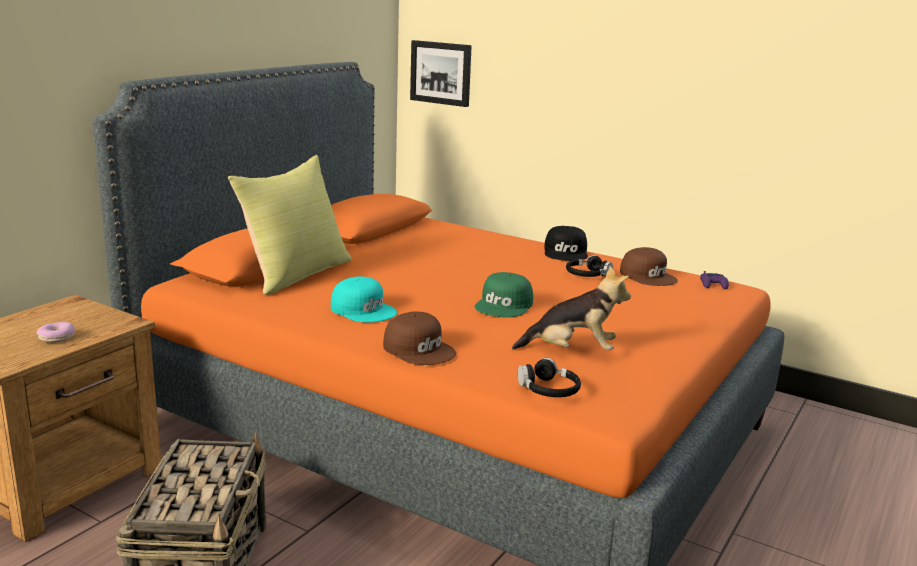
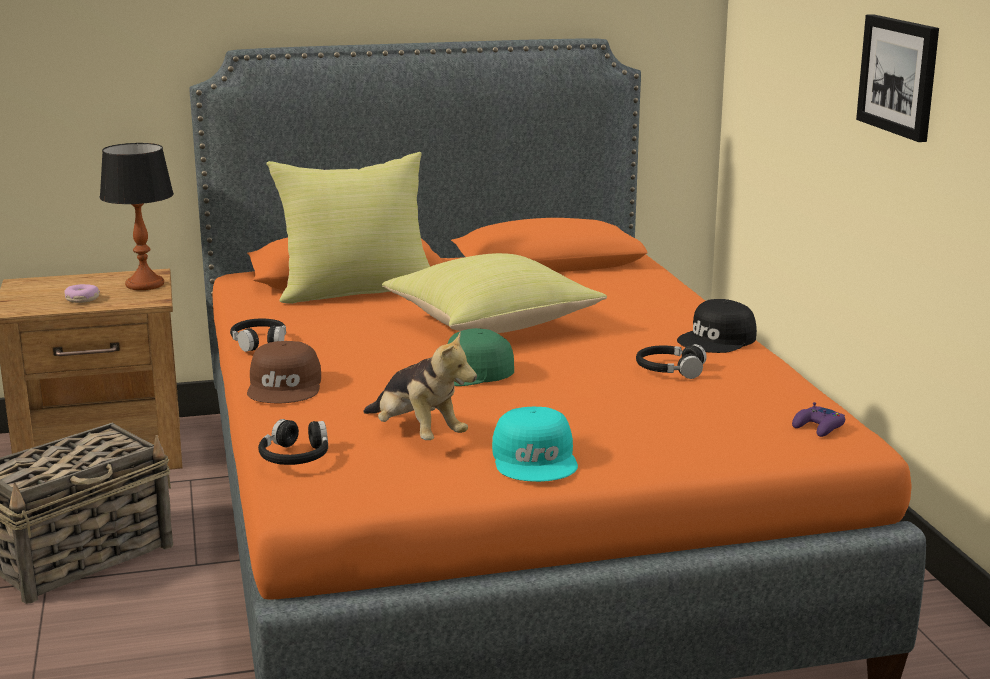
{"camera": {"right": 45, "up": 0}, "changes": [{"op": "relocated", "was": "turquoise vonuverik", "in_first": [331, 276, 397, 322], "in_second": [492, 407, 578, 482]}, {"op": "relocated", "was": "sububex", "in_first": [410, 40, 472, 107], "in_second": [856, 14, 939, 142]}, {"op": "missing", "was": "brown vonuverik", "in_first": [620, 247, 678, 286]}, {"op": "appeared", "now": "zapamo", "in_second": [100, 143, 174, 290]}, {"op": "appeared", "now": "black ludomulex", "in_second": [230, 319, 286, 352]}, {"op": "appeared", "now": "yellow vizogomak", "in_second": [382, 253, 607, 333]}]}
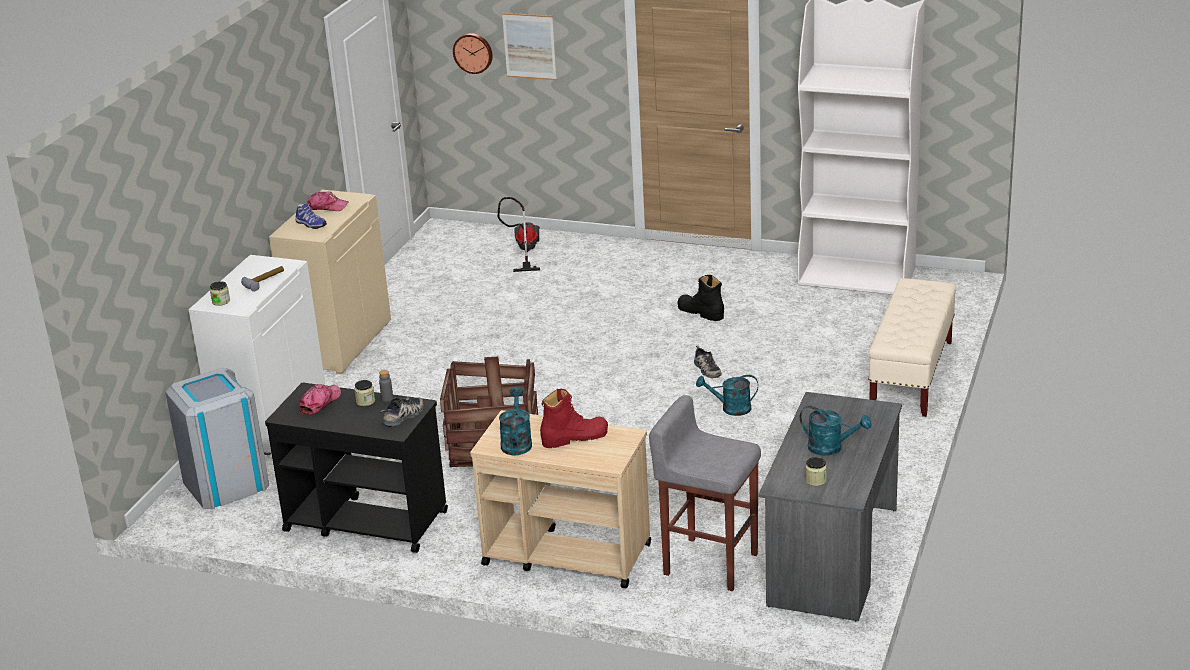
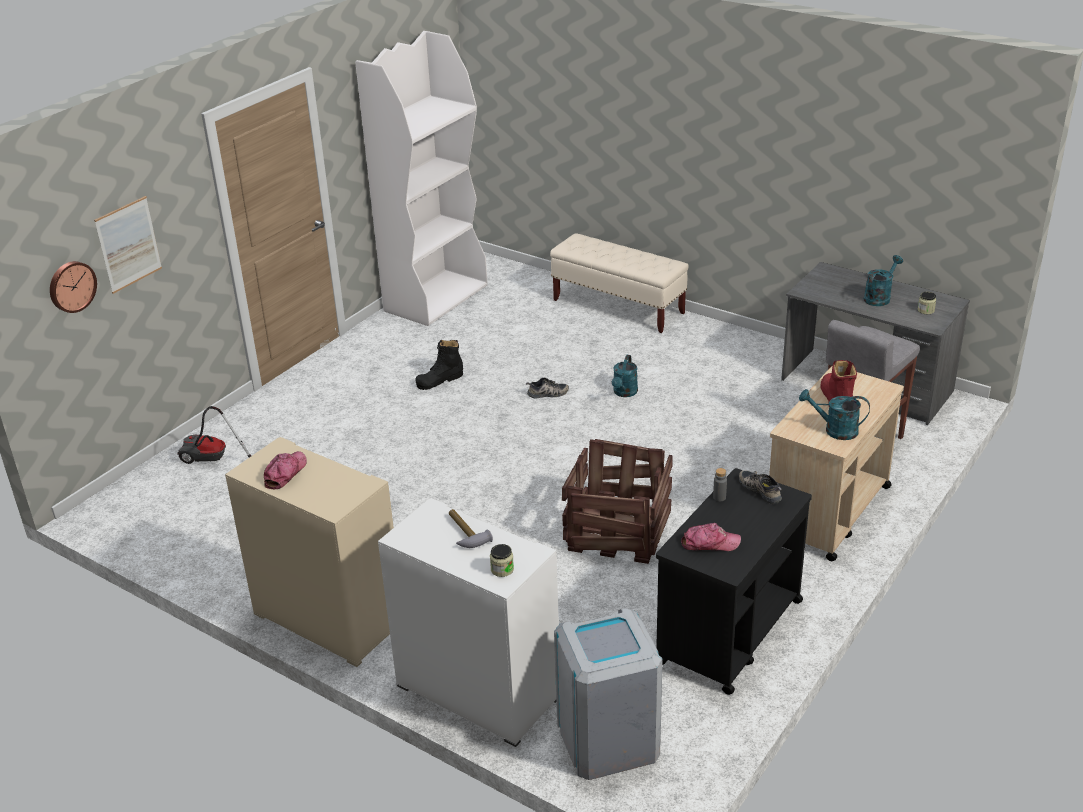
{"camera": {"right": -75, "up": 5}, "changes": [{"op": "missing", "was": "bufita", "in_first": [295, 203, 327, 229]}, {"op": "spun", "was": "vonuverik", "in_first": [299, 384, 341, 415], "in_second": [681, 523, 741, 551], "clockwise": 135}, {"op": "missing", "was": "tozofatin", "in_first": [354, 380, 375, 406]}]}
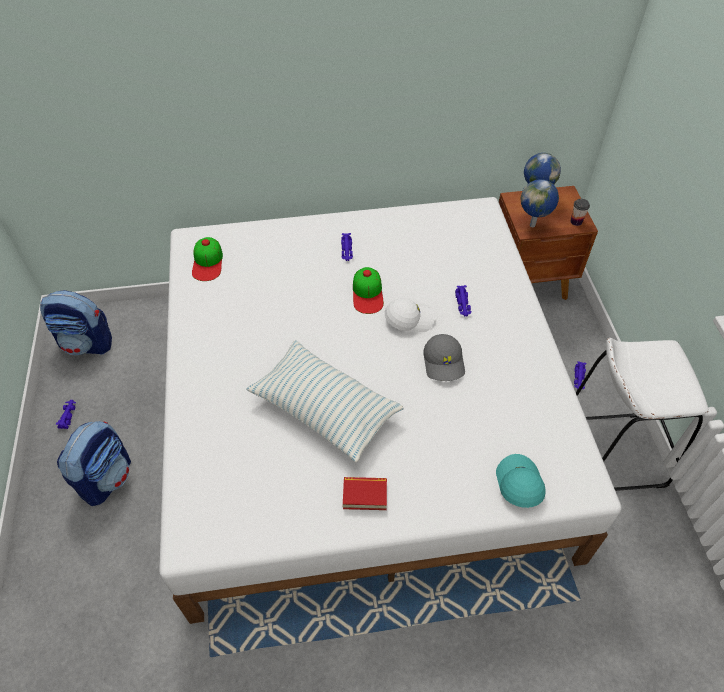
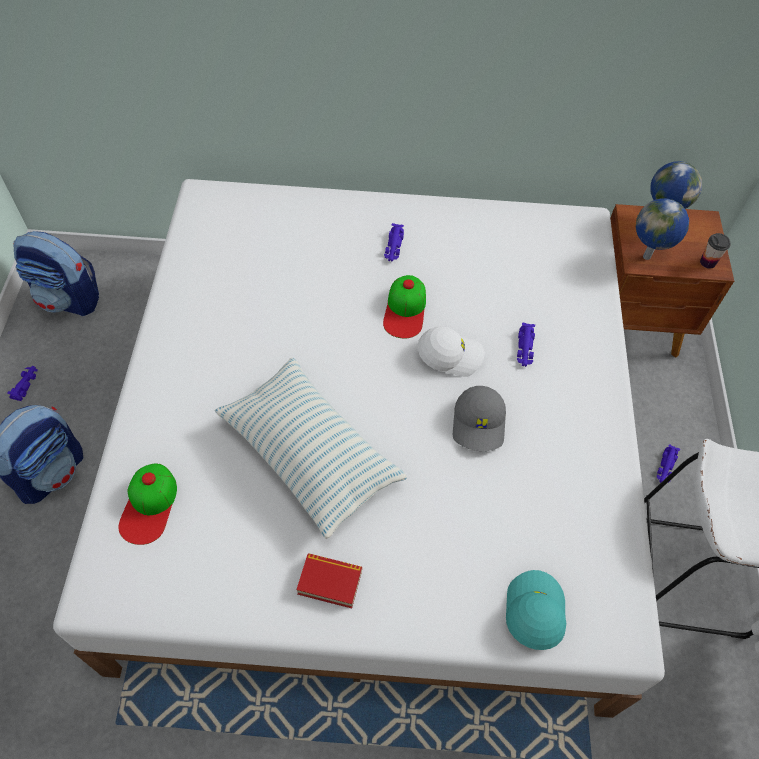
{"camera": {"right": 10, "up": 5}, "changes": [{"op": "relocated", "was": "vonuverik", "in_first": [192, 237, 223, 281], "in_second": [118, 463, 177, 545]}]}
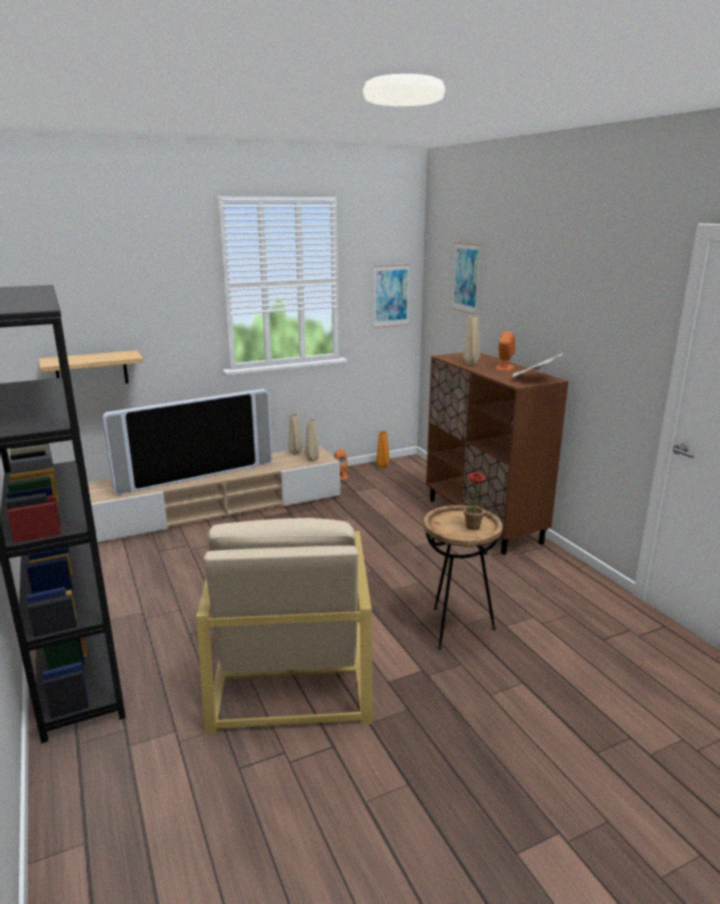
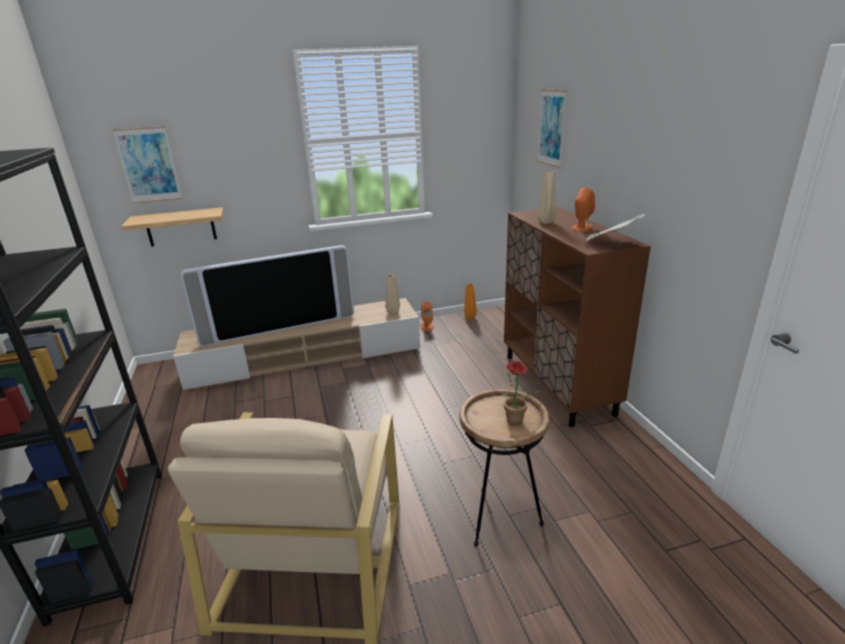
{"camera": {"right": 10, "up": 5}, "changes": [{"op": "missing", "was": "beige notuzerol", "in_first": [288, 414, 303, 455]}, {"op": "relocated", "was": "sububex", "in_first": [374, 264, 410, 328], "in_second": [112, 126, 182, 204]}]}
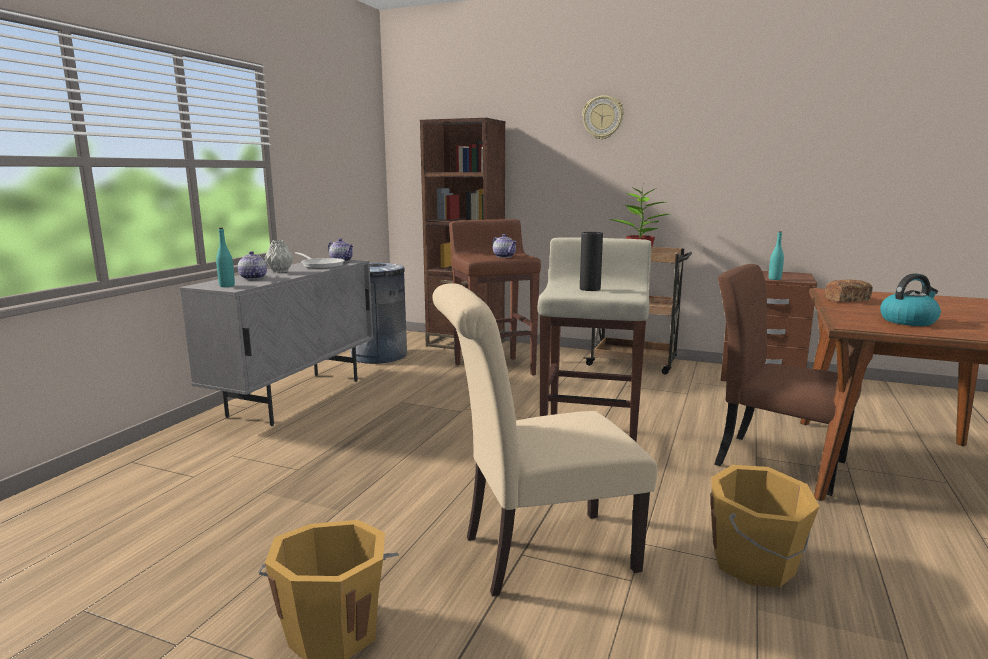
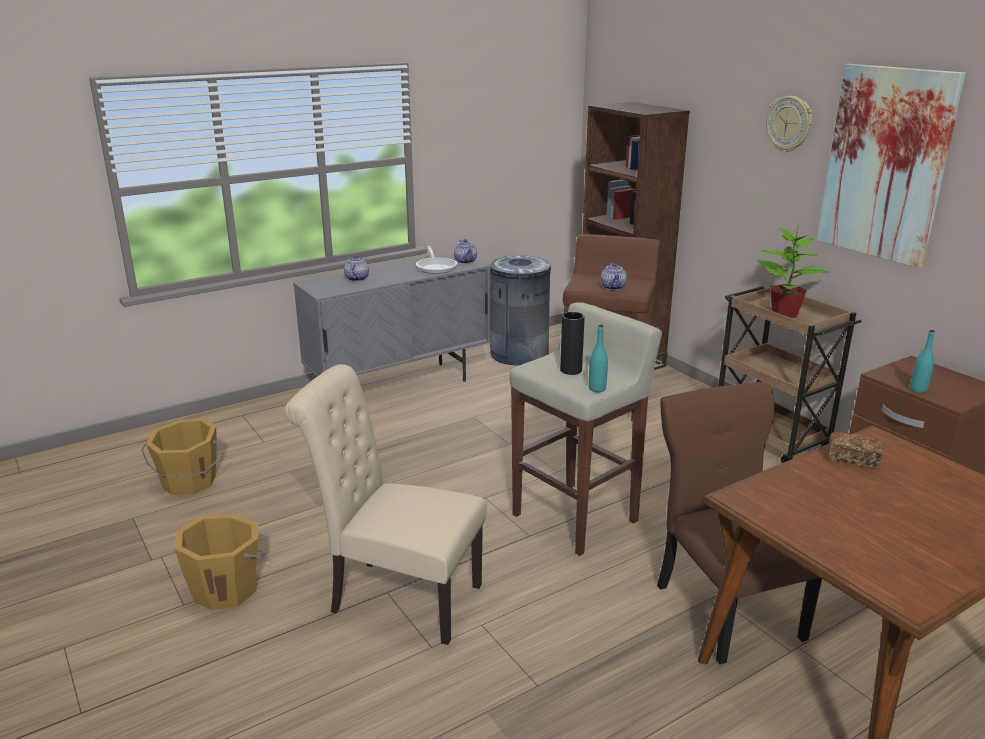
{"camera": {"right": 35, "up": 10}, "changes": [{"op": "relocated", "was": "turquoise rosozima", "in_first": [216, 228, 235, 287], "in_second": [589, 324, 608, 392]}, {"op": "missing", "was": "grey notuzerol", "in_first": [264, 240, 294, 273]}, {"op": "relocated", "was": "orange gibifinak", "in_first": [710, 465, 820, 588], "in_second": [142, 418, 223, 495]}, {"op": "missing", "was": "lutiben", "in_first": [880, 273, 941, 326]}, {"op": "appeared", "now": "sububex", "in_second": [817, 64, 966, 268]}]}
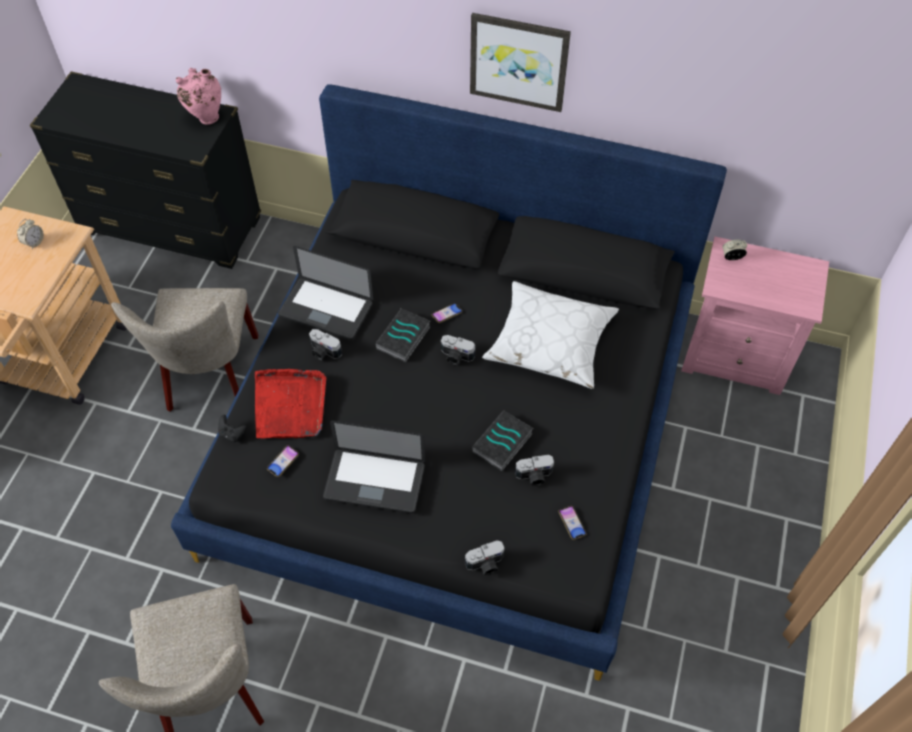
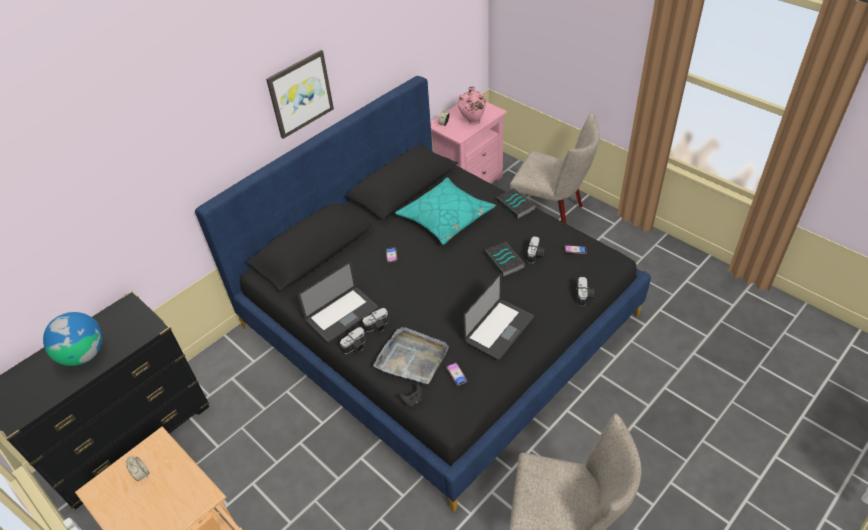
{"camera": {"right": -60, "up": -10}, "changes": [{"op": "relocated", "was": "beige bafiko", "in_first": [111, 288, 258, 412], "in_second": [510, 112, 600, 224]}, {"op": "relocated", "was": "pink notuzerol", "in_first": [176, 68, 221, 125], "in_second": [458, 86, 486, 125]}, {"op": "colour", "was": "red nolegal", "now": "grey nolegal", "in_first": [255, 369, 326, 439], "in_second": [373, 327, 449, 384]}, {"op": "relocated", "was": "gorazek", "in_first": [375, 308, 430, 362], "in_second": [497, 188, 536, 219]}, {"op": "relocated", "was": "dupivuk", "in_first": [441, 335, 475, 365], "in_second": [340, 327, 366, 354]}, {"op": "colour", "was": "white vizogomak", "now": "turquoise vizogomak", "in_first": [482, 281, 619, 389], "in_second": [395, 177, 496, 245]}, {"op": "appeared", "now": "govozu", "in_second": [43, 312, 102, 366]}]}
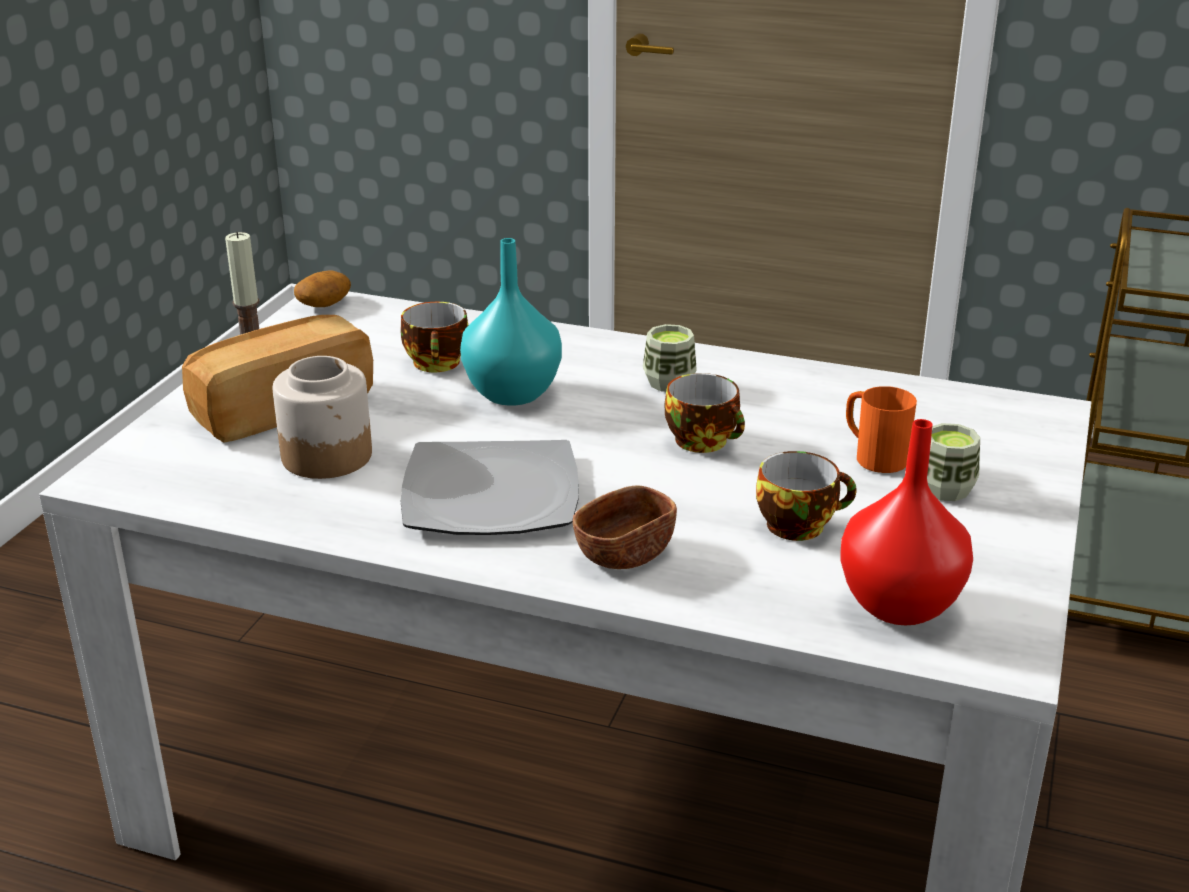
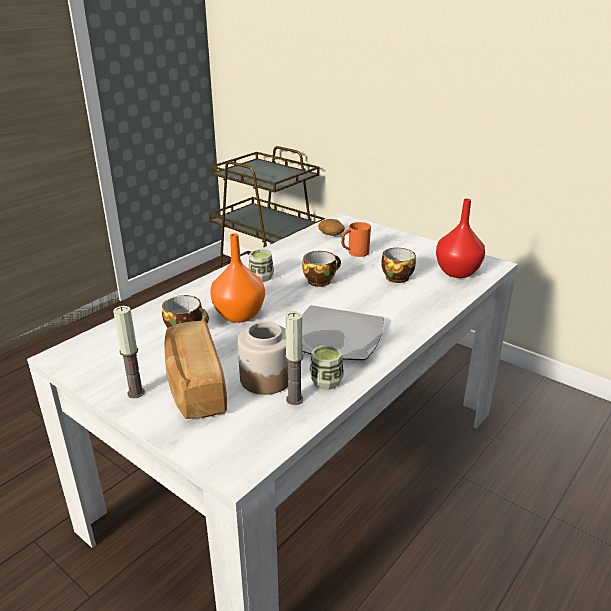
{"camera": {"right": -70, "up": 0}, "changes": [{"op": "relocated", "was": "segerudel", "in_first": [294, 270, 351, 307], "in_second": [318, 219, 345, 236]}, {"op": "colour", "was": "turquoise notuzerol", "now": "orange notuzerol", "in_first": [460, 238, 562, 406], "in_second": [210, 233, 265, 323]}, {"op": "missing", "was": "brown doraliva", "in_first": [573, 486, 677, 569]}, {"op": "relocated", "was": "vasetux", "in_first": [927, 423, 980, 501], "in_second": [309, 345, 344, 390]}, {"op": "appeared", "now": "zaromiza", "in_second": [285, 311, 303, 405]}]}
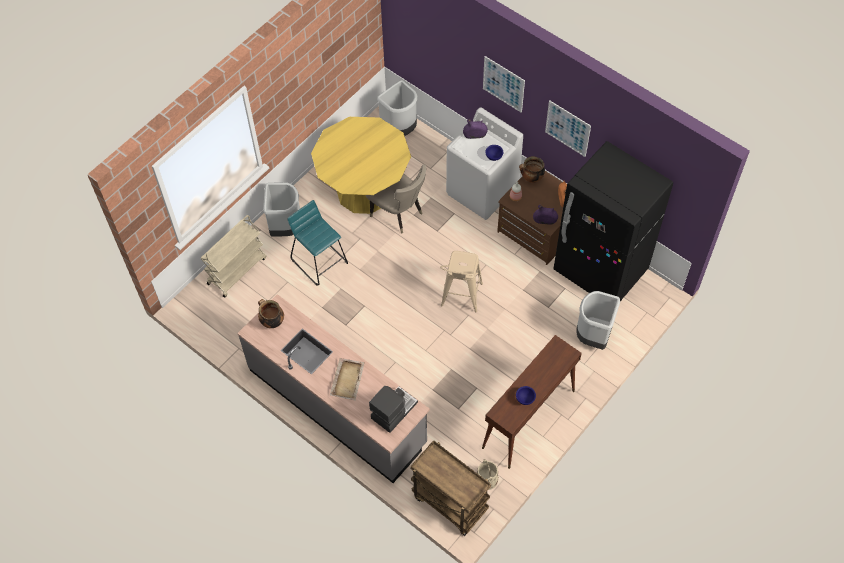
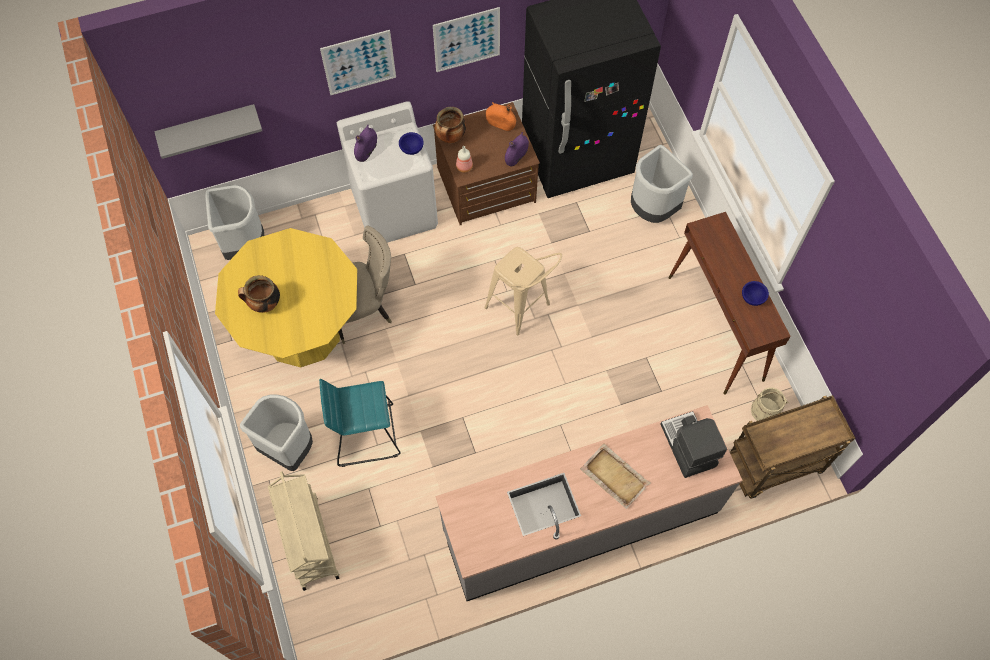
{"camera": {"right": -60, "up": 5}, "changes": [{"op": "relocated", "was": "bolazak", "in_first": [258, 299, 284, 328], "in_second": [238, 275, 280, 313]}, {"op": "appeared", "now": "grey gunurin", "in_second": [154, 104, 262, 159]}]}
